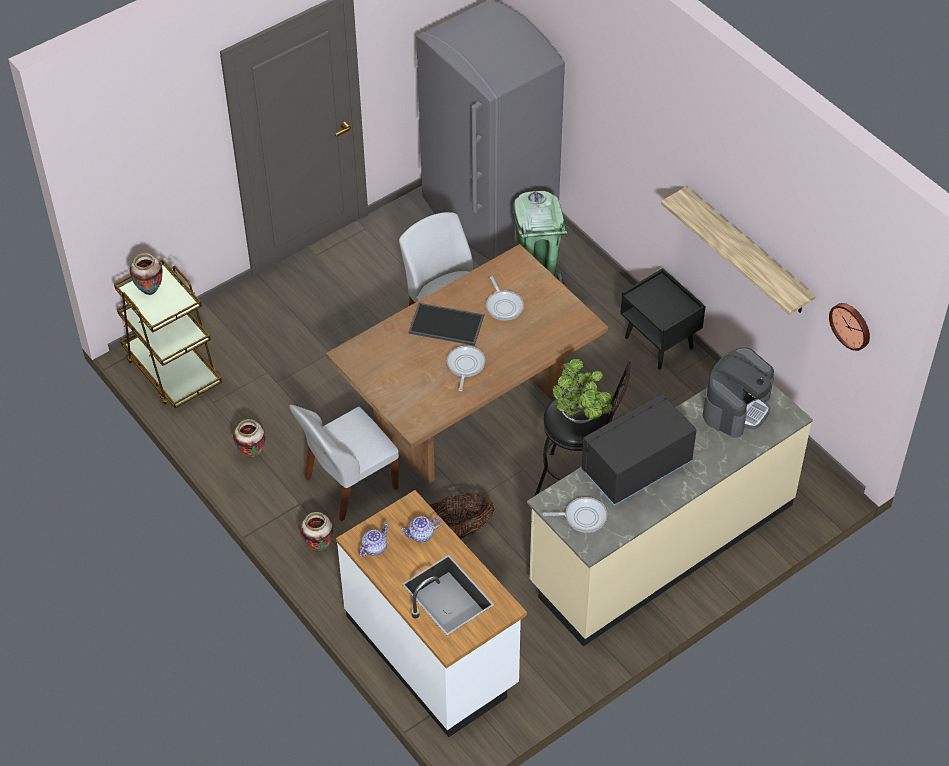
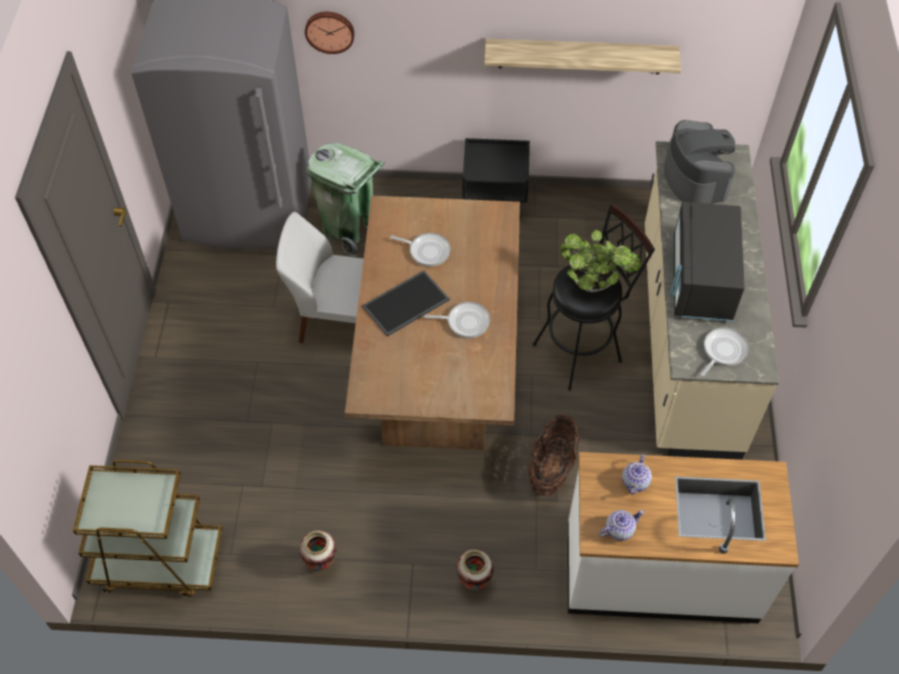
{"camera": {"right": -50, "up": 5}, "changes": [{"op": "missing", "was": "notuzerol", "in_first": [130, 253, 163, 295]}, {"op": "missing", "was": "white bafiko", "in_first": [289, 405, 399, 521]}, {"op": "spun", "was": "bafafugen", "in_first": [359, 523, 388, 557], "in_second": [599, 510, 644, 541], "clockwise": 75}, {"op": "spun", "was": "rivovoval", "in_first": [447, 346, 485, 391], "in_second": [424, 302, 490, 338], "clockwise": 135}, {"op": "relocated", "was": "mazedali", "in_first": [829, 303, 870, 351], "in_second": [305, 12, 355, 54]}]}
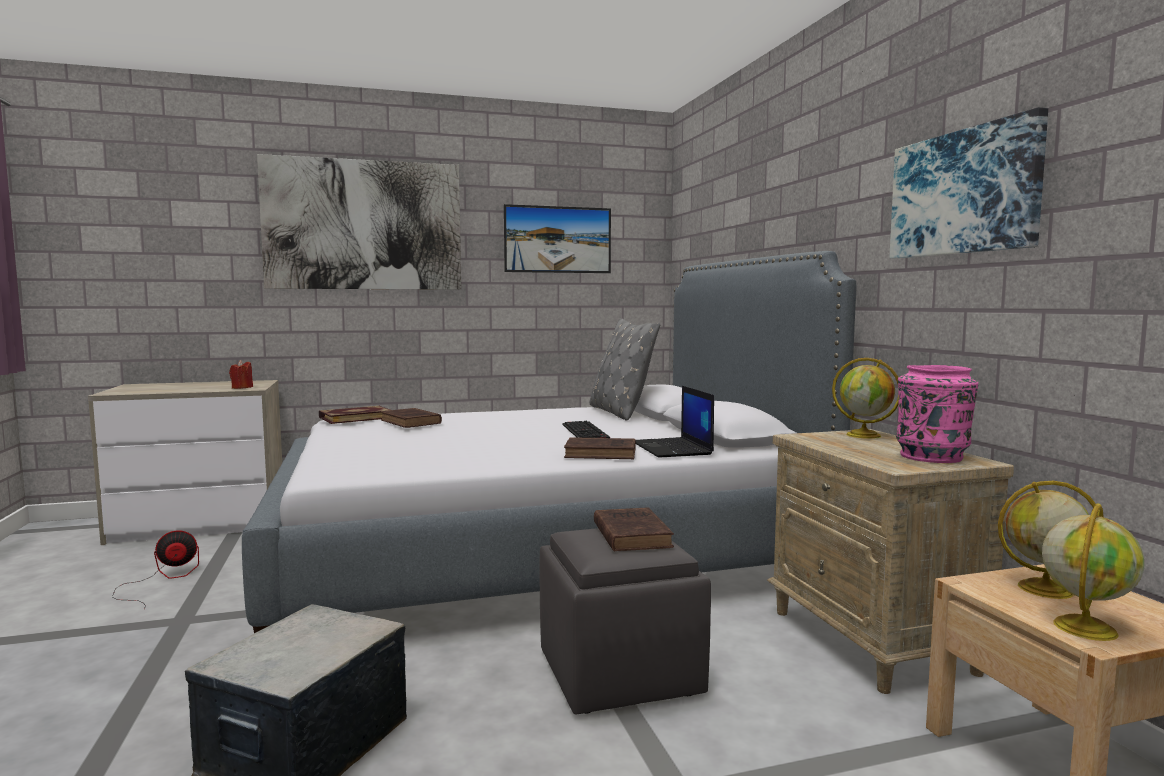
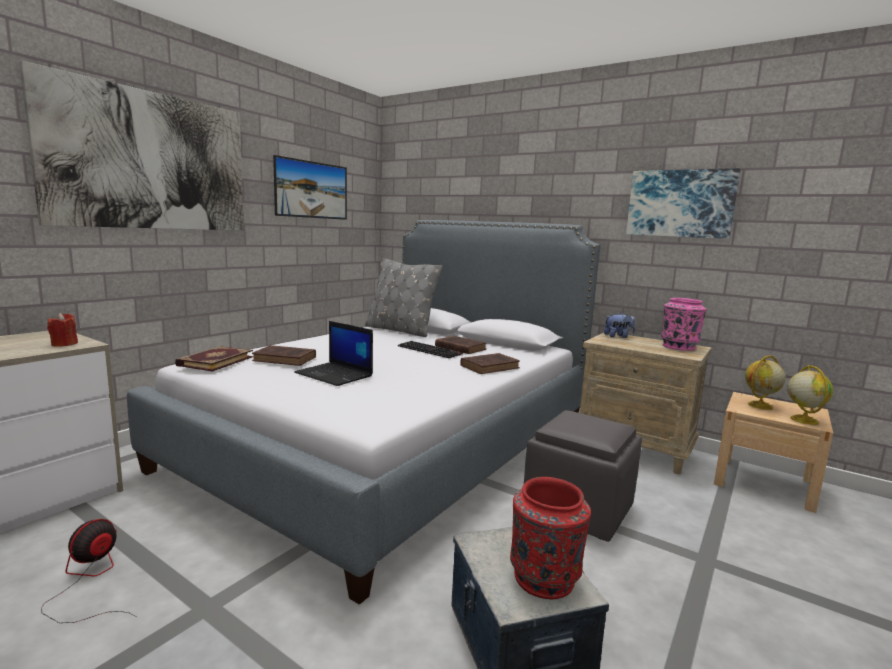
{"camera": {"right": -40, "up": 5}, "changes": [{"op": "relocated", "was": "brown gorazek", "in_first": [594, 508, 674, 551], "in_second": [435, 336, 487, 354]}, {"op": "relocated", "was": "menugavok", "in_first": [635, 386, 714, 458], "in_second": [294, 321, 373, 386]}, {"op": "exchanged", "was": "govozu", "now": "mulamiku", "in_first": [832, 358, 899, 439], "in_second": [604, 313, 635, 338]}, {"op": "appeared", "now": "red notuzerol", "in_second": [510, 477, 591, 599]}]}
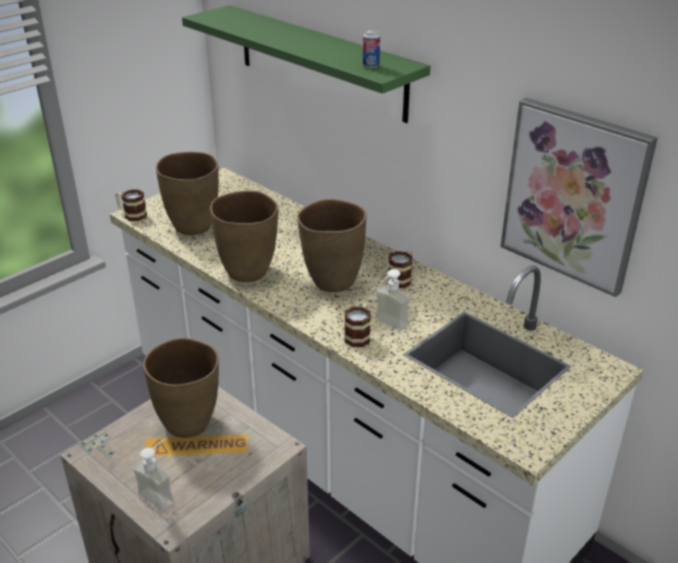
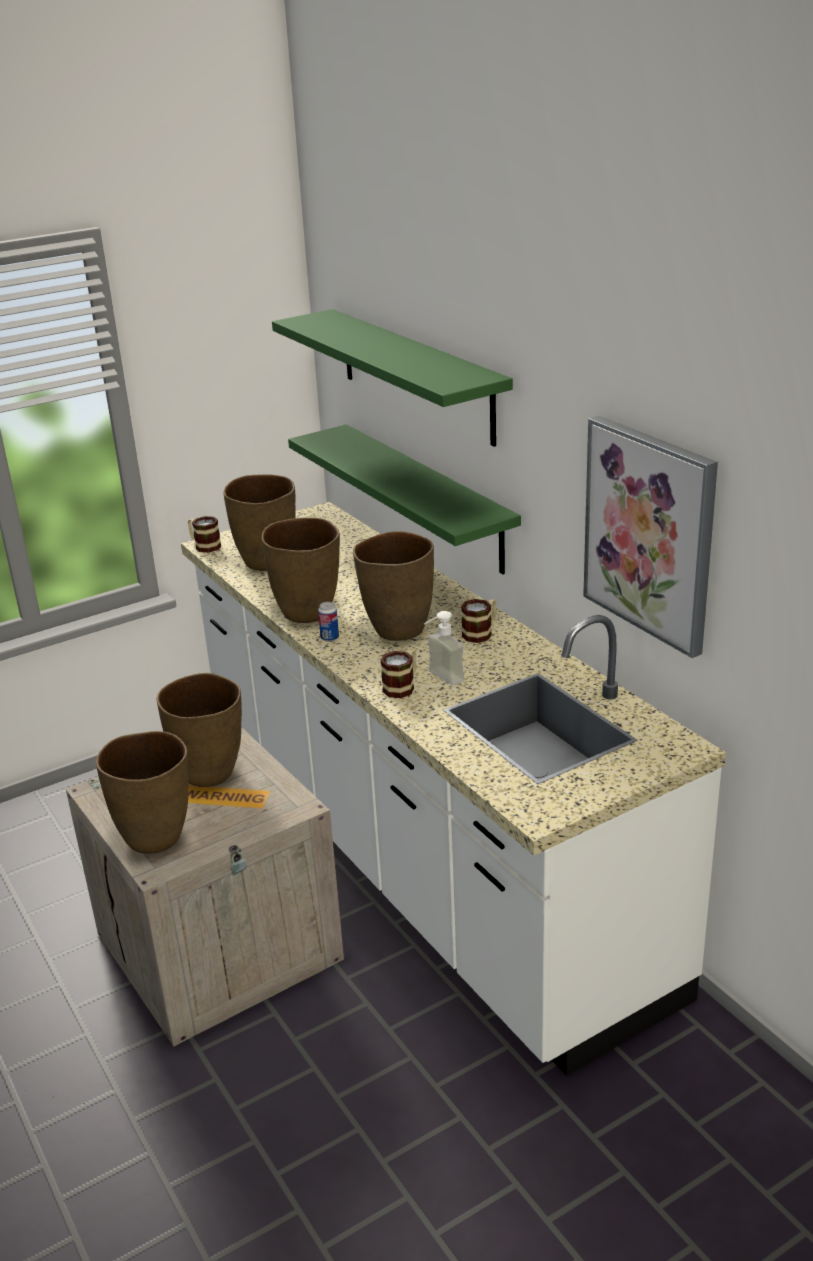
{"camera": {"right": 15, "up": -5}, "changes": [{"op": "exchanged", "was": "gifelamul", "now": "brown notuzerol", "in_first": [133, 439, 174, 511], "in_second": [96, 731, 189, 854]}, {"op": "relocated", "was": "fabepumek", "in_first": [363, 29, 380, 68], "in_second": [318, 602, 339, 642]}, {"op": "appeared", "now": "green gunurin", "in_second": [288, 424, 521, 574]}]}
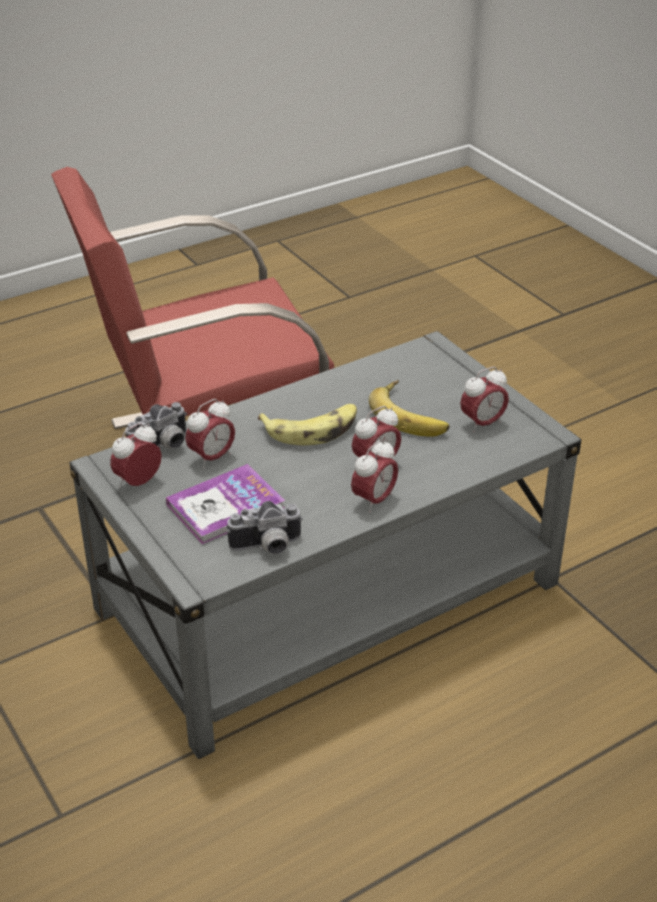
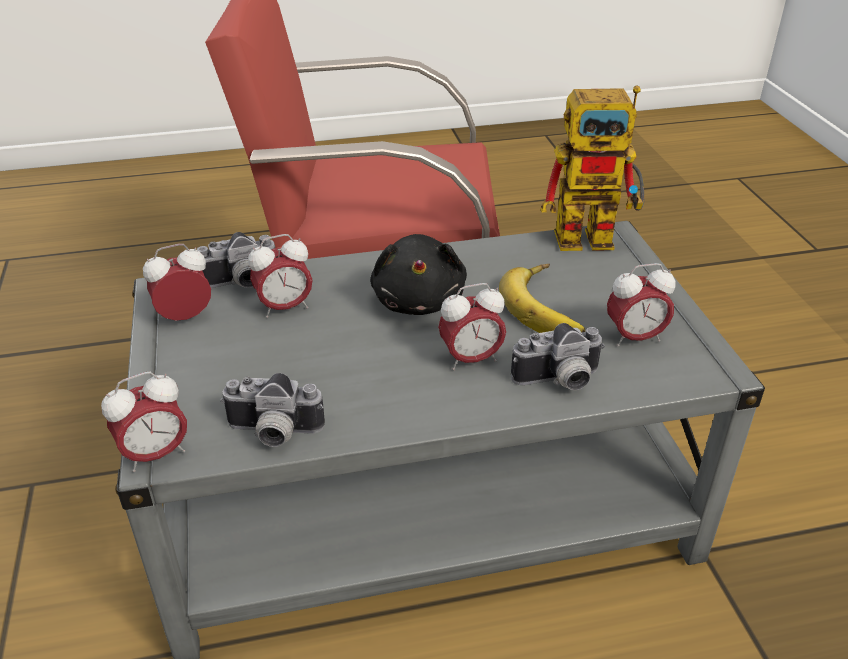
{"camera": {"right": 20, "up": 0}, "changes": [{"op": "missing", "was": "gorazek", "in_first": [166, 464, 285, 544]}, {"op": "exchanged", "was": "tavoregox", "now": "black mulamiku", "in_first": [258, 404, 357, 445], "in_second": [370, 234, 467, 315]}, {"op": "relocated", "was": "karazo", "in_first": [351, 439, 398, 513], "in_second": [101, 372, 187, 472]}, {"op": "appeared", "now": "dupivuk", "in_second": [511, 323, 605, 390]}, {"op": "appeared", "now": "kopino", "in_second": [541, 85, 644, 251]}]}
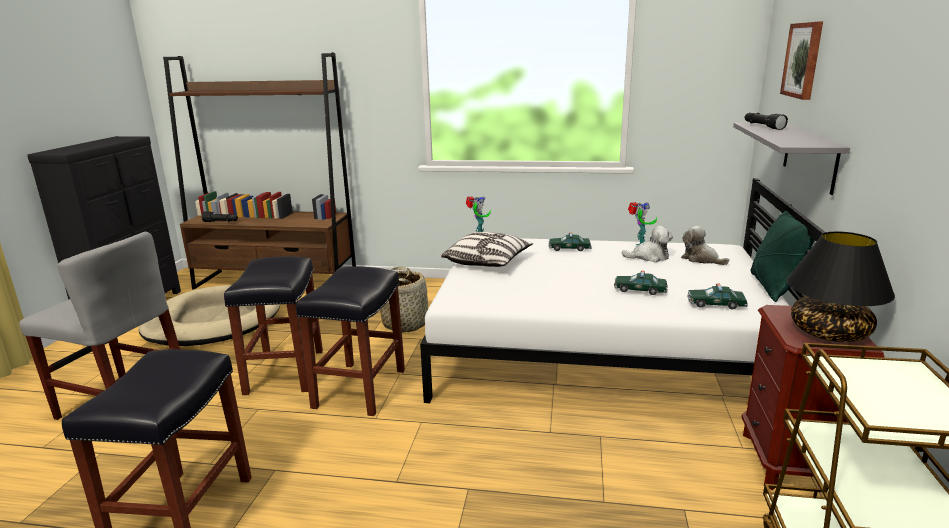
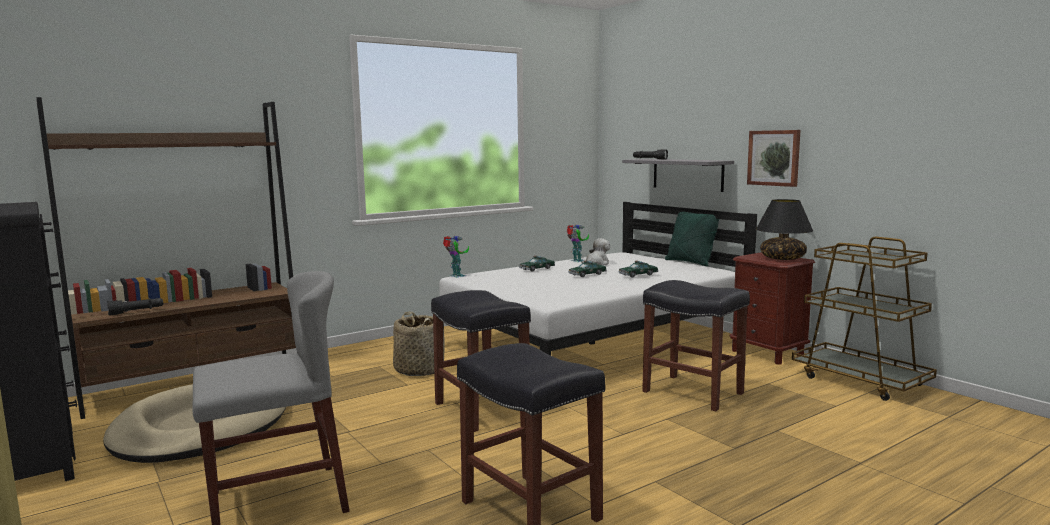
{"camera": {"right": -45, "up": -10}, "changes": [{"op": "relocated", "was": "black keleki", "in_first": [224, 256, 323, 395], "in_second": [642, 280, 750, 412]}, {"op": "missing", "was": "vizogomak", "in_first": [441, 232, 533, 267]}, {"op": "missing", "was": "mulamiku", "in_first": [681, 226, 729, 265]}, {"op": "relocated", "was": "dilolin", "in_first": [687, 283, 748, 309], "in_second": [568, 260, 607, 277]}, {"op": "relocated", "was": "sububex", "in_first": [780, 21, 823, 100], "in_second": [747, 130, 801, 187]}]}
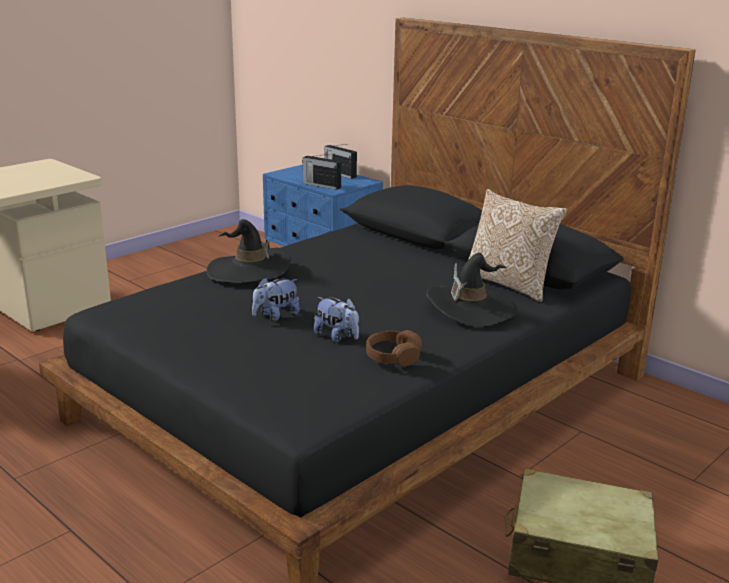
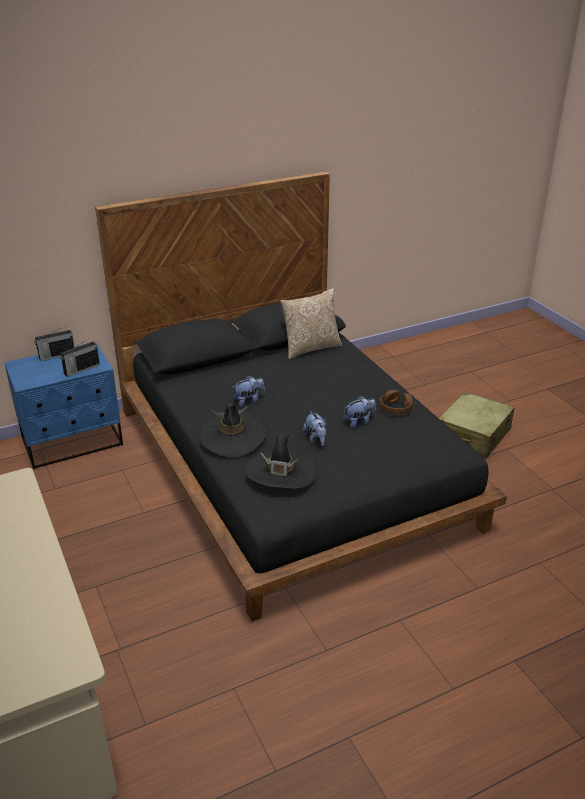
{"camera": {"right": -70, "up": 10}, "changes": [{"op": "relocated", "was": "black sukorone", "in_first": [426, 253, 518, 327], "in_second": [246, 432, 317, 489]}, {"op": "appeared", "now": "mulamiku", "in_second": [233, 375, 265, 407]}]}
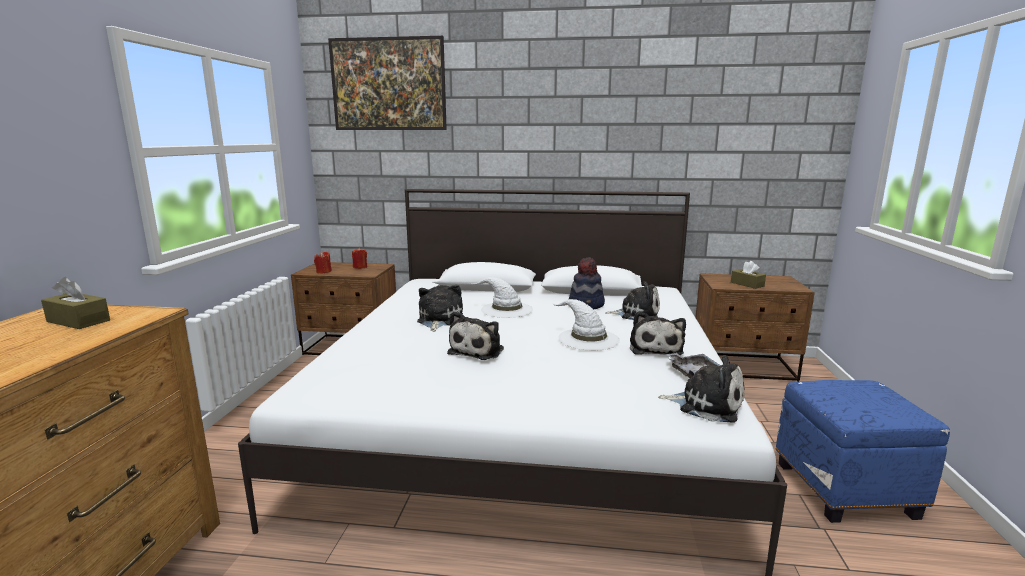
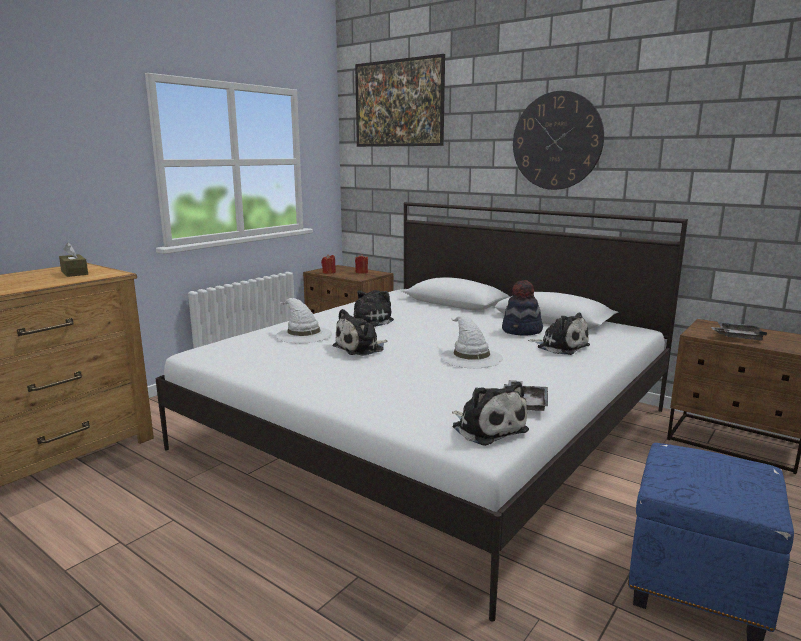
{"camera": {"right": 30, "up": 0}, "changes": [{"op": "relocated", "was": "white sukorone", "in_first": [472, 277, 533, 318], "in_second": [276, 298, 332, 343]}, {"op": "missing", "was": "mulamiku", "in_first": [630, 311, 686, 355]}, {"op": "exchanged", "was": "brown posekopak", "now": "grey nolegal", "in_first": [731, 261, 766, 289], "in_second": [711, 322, 767, 340]}, {"op": "appeared", "now": "mazedali", "in_second": [513, 91, 604, 190]}]}
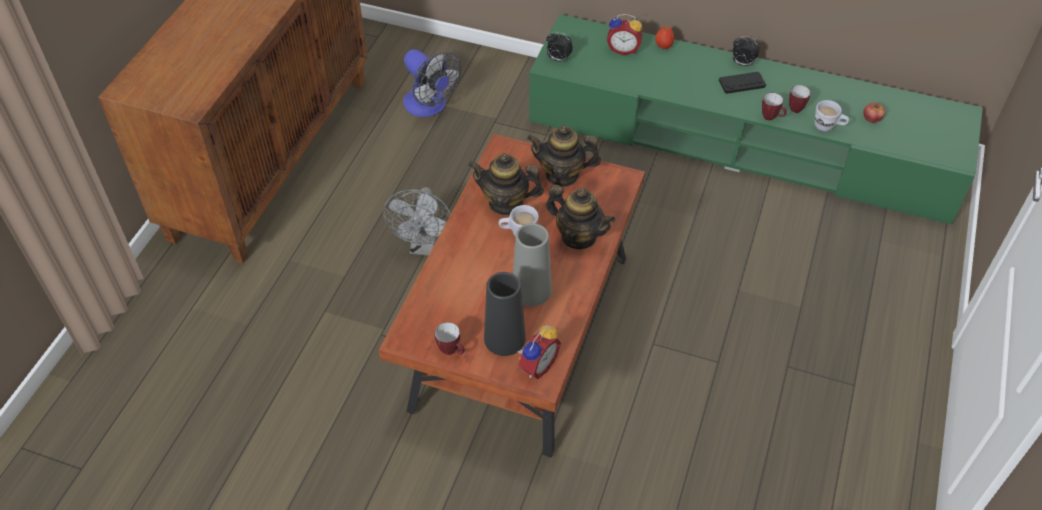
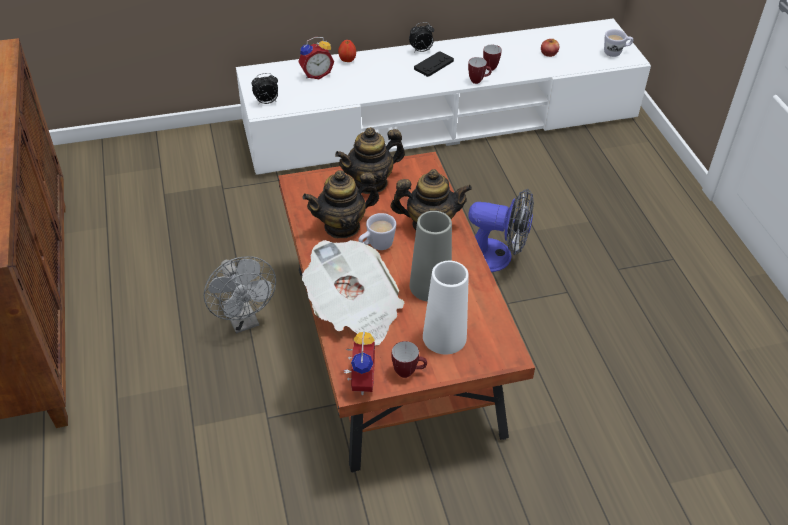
{"camera": {"right": -35, "up": -5}, "changes": [{"op": "relocated", "was": "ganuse", "in_first": [403, 49, 461, 117], "in_second": [468, 189, 534, 272]}, {"op": "colour", "was": "black notuzerol", "now": "white notuzerol", "in_first": [484, 272, 526, 356], "in_second": [423, 261, 469, 355]}, {"op": "relocated", "was": "karazo", "in_first": [517, 325, 561, 379], "in_second": [343, 331, 375, 395]}, {"op": "colour", "was": "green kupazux", "now": "white kupazux", "in_first": [529, 14, 983, 225], "in_second": [236, 18, 651, 175]}, {"op": "relocated", "was": "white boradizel", "in_first": [815, 100, 849, 131], "in_second": [604, 29, 633, 57]}, {"op": "appeared", "now": "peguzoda", "in_second": [302, 240, 405, 345]}]}
